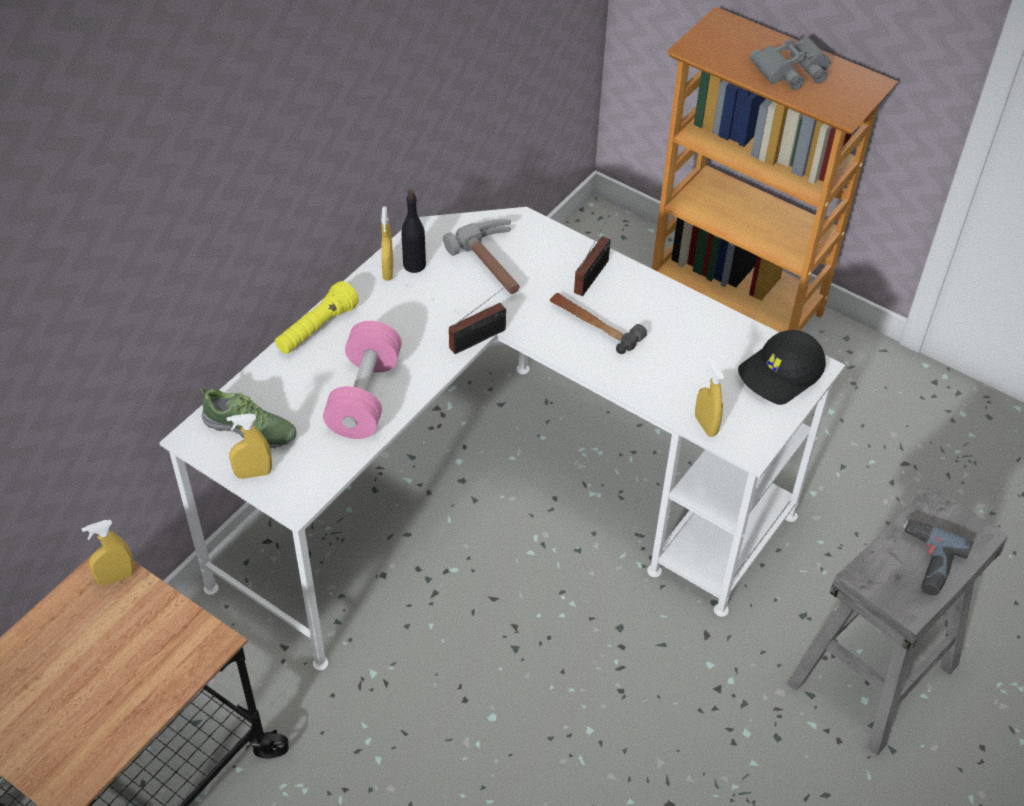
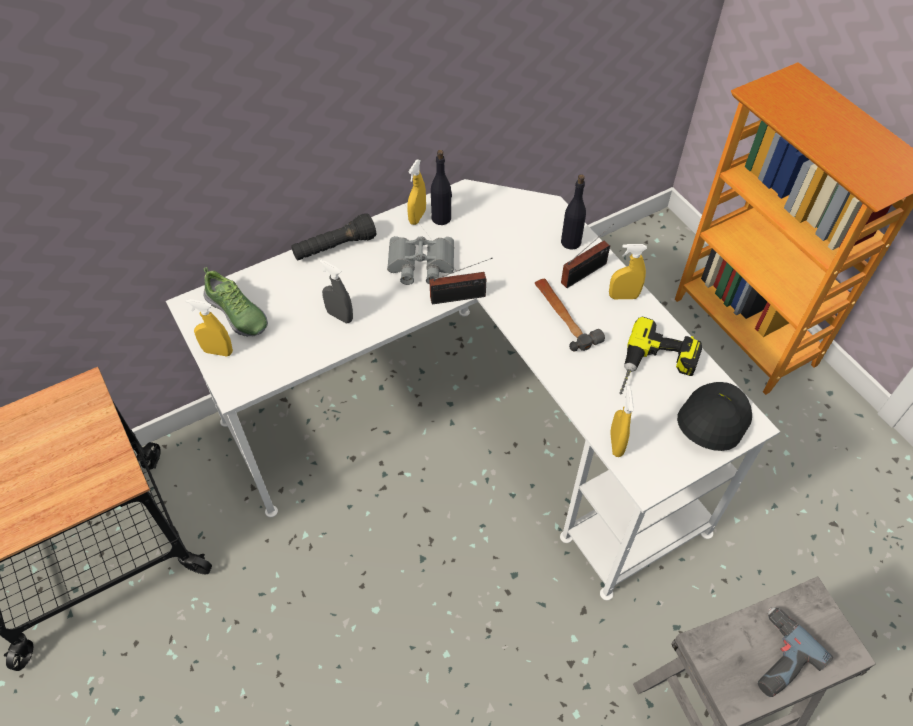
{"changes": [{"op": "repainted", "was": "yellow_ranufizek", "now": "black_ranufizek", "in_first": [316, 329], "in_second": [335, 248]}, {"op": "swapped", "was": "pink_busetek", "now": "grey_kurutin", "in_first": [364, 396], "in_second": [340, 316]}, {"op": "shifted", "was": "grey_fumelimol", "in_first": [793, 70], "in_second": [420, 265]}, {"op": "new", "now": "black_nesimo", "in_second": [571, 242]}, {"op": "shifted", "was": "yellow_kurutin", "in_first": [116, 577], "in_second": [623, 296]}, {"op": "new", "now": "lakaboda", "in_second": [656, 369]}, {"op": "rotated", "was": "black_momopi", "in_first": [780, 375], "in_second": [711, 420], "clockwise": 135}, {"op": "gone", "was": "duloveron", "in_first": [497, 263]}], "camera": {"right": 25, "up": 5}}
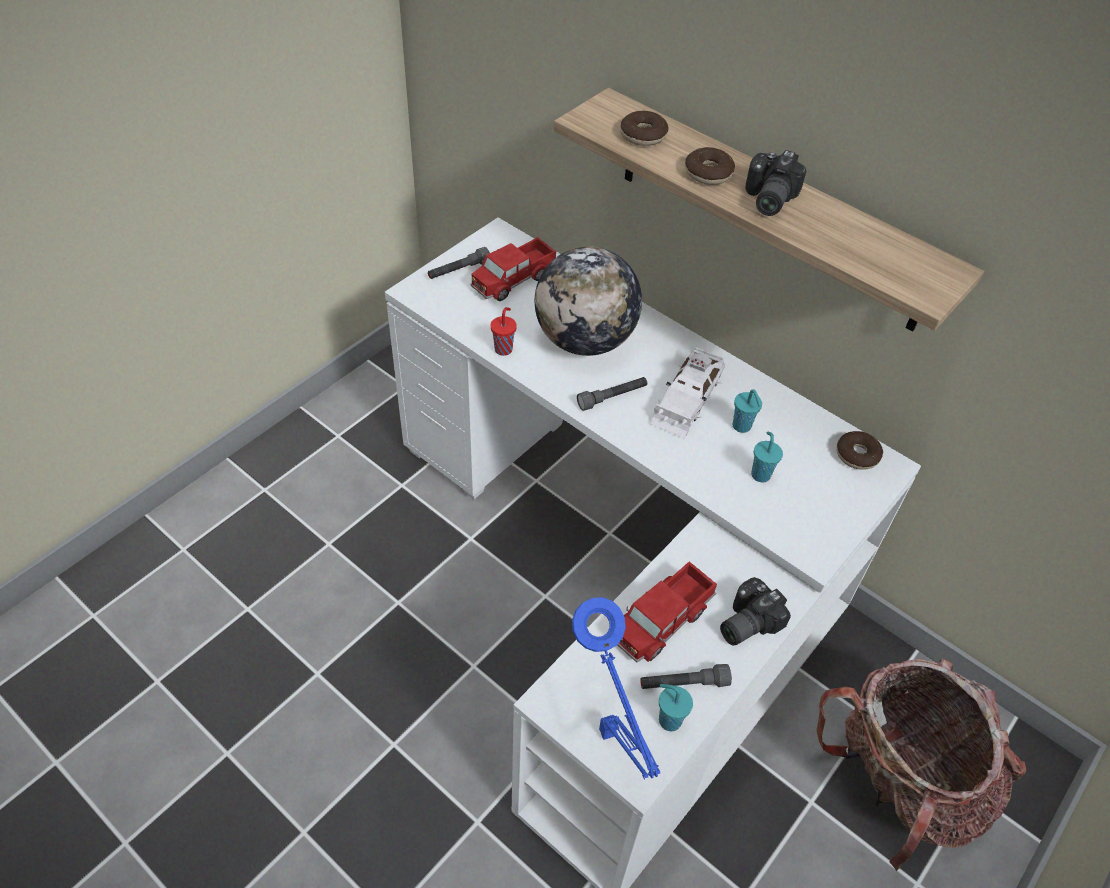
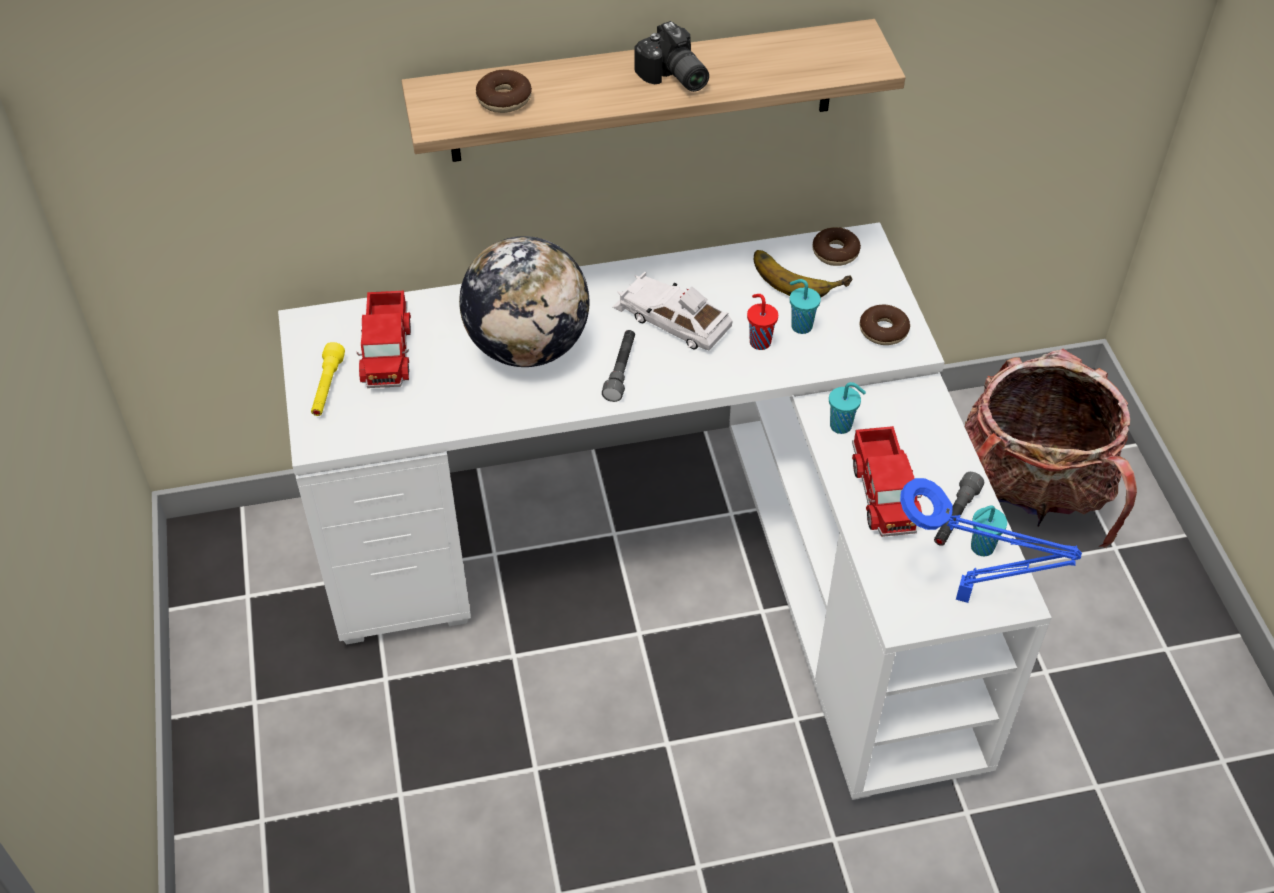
{"changes": [{"op": "repainted", "was": "grey_ranufizek", "now": "yellow_ranufizek", "in_first": [458, 271], "in_second": [327, 387]}, {"op": "rotated", "was": "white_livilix", "in_first": [687, 398], "in_second": [671, 320], "clockwise": 150}, {"op": "shifted", "was": "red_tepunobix", "in_first": [504, 349], "in_second": [759, 341]}, {"op": "new", "now": "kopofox", "in_second": [798, 274]}, {"op": "shifted", "was": "turquoise_tepunobix", "in_first": [742, 427], "in_second": [842, 426]}, {"op": "shifted", "was": "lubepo", "in_first": [708, 173], "in_second": [883, 331]}, {"op": "gone", "was": "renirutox", "in_first": [745, 621]}], "camera": {"right": -50, "up": 0}}
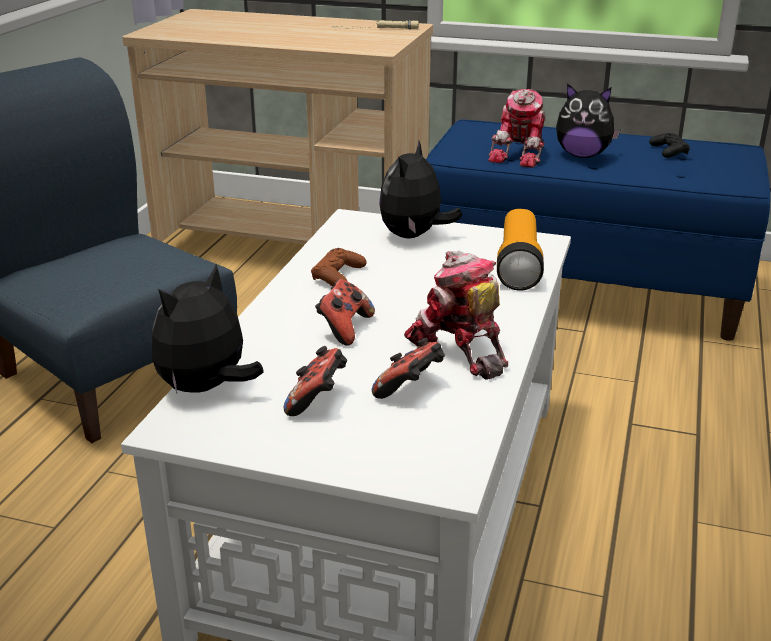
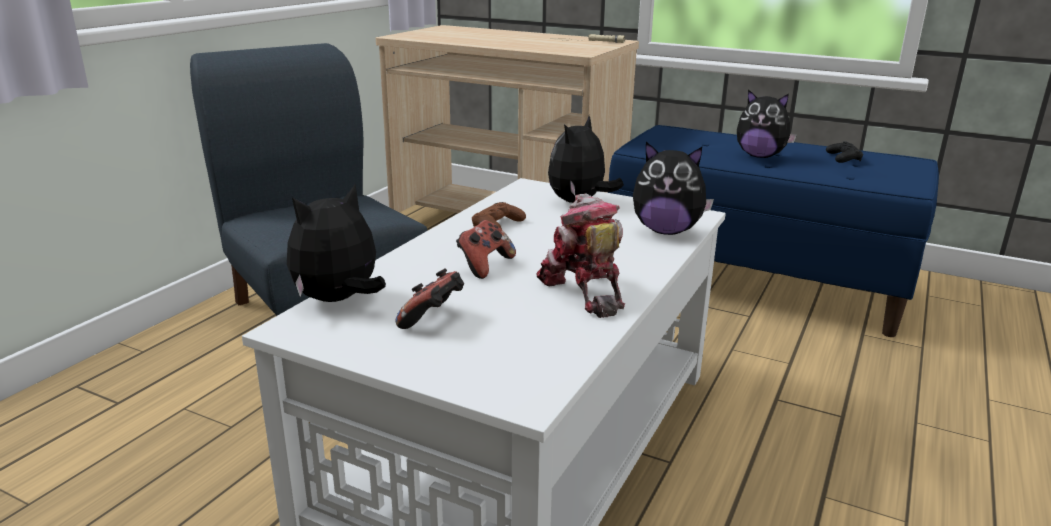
{"changes": [{"op": "swapped", "was": "ranufizek", "now": "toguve", "in_first": [518, 265], "in_second": [666, 231]}, {"op": "gone", "was": "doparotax", "in_first": [410, 389]}, {"op": "gone", "was": "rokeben", "in_first": [522, 155]}], "camera": {"right": 10, "up": -5}}
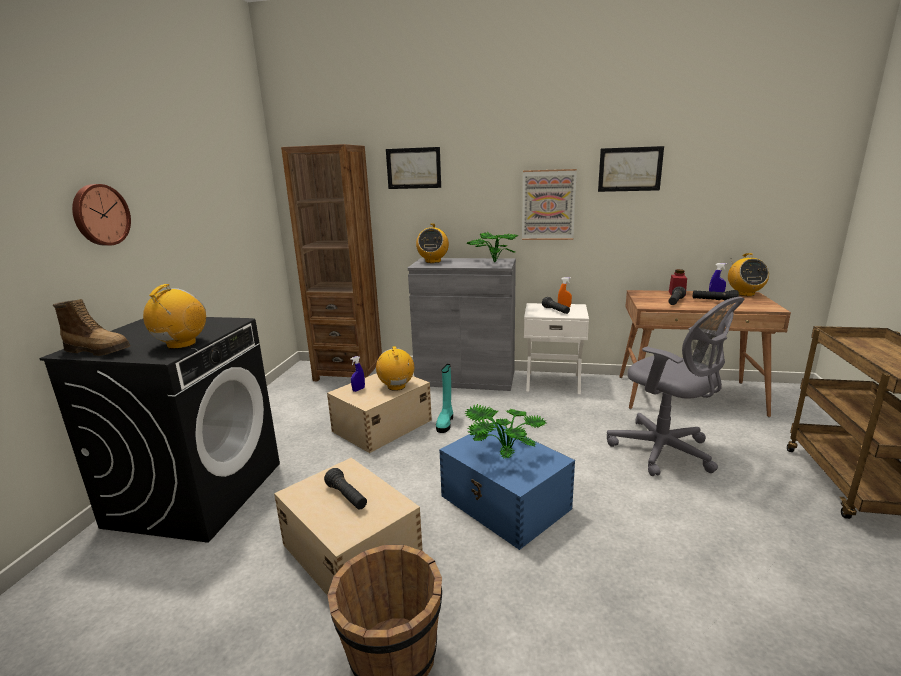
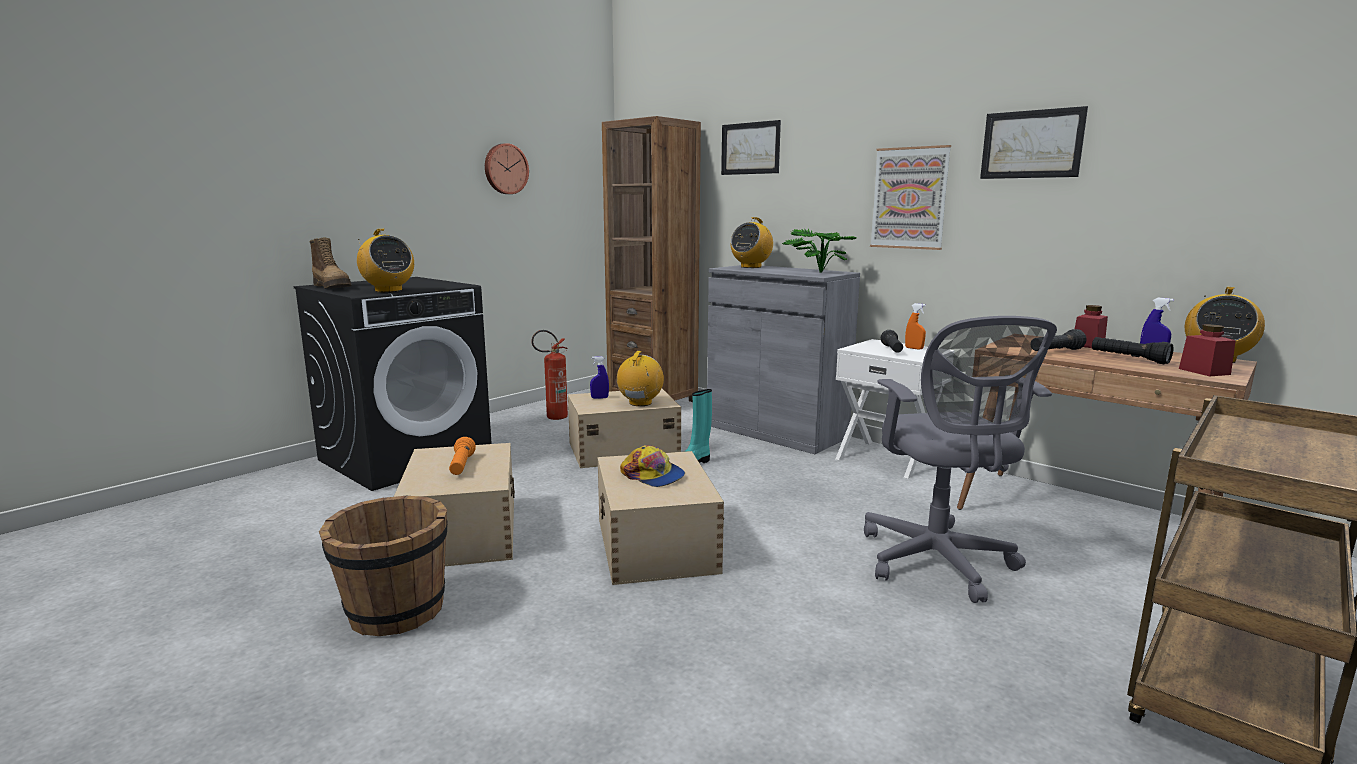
{"changes": [{"op": "rotated", "was": "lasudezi", "in_first": [181, 344], "in_second": [388, 290], "clockwise": 90}, {"op": "repainted", "was": "black_ranufizek", "now": "orange_ranufizek", "in_first": [347, 497], "in_second": [461, 466]}, {"op": "shifted", "was": "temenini", "in_first": [100, 215], "in_second": [505, 169]}, {"op": "new", "now": "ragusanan", "in_second": [552, 418]}, {"op": "repainted", "was": "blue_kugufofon", "now": "beige_kugufofon", "in_first": [505, 503], "in_second": [655, 545]}, {"op": "swapped", "was": "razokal", "now": "momopi", "in_first": [502, 453], "in_second": [653, 476]}, {"op": "new", "now": "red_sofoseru", "in_second": [1204, 371]}], "camera": {"right": 30, "up": -5}}
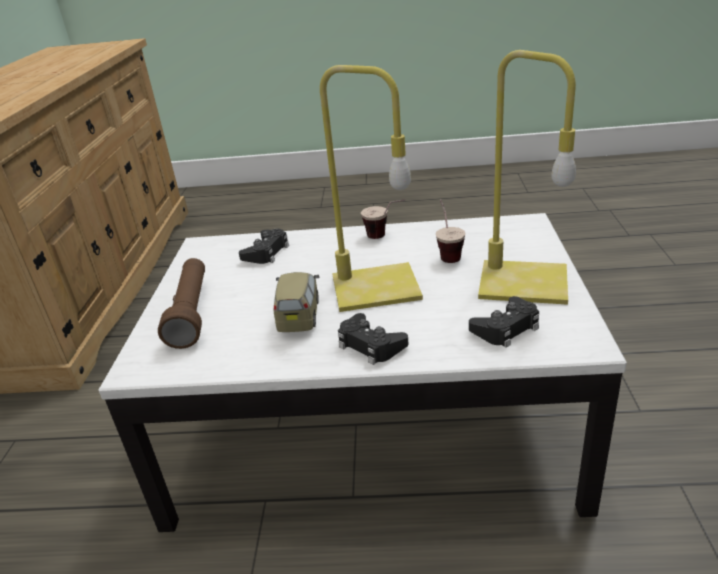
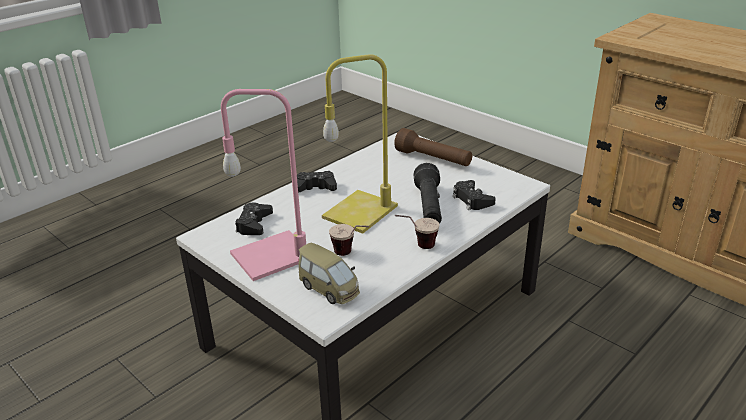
{"changes": [{"op": "repainted", "was": "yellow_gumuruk", "now": "pink_gumuruk", "in_first": [520, 283], "in_second": [273, 254]}, {"op": "shifted", "was": "livilix", "in_first": [299, 315], "in_second": [329, 289]}, {"op": "new", "now": "black_ranufizek", "in_second": [429, 207]}], "camera": {"right": 130, "up": 0}}
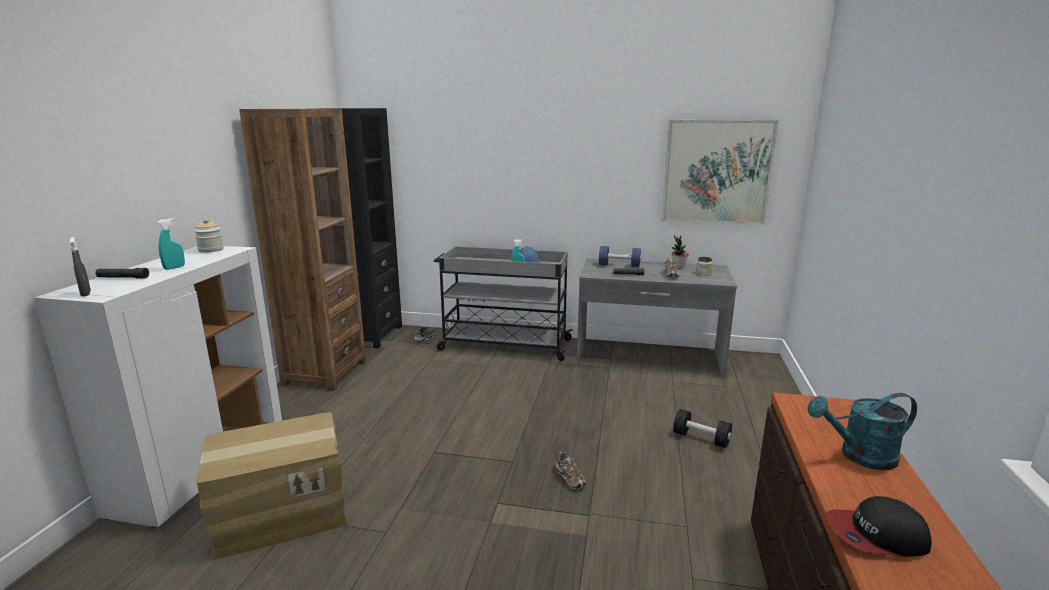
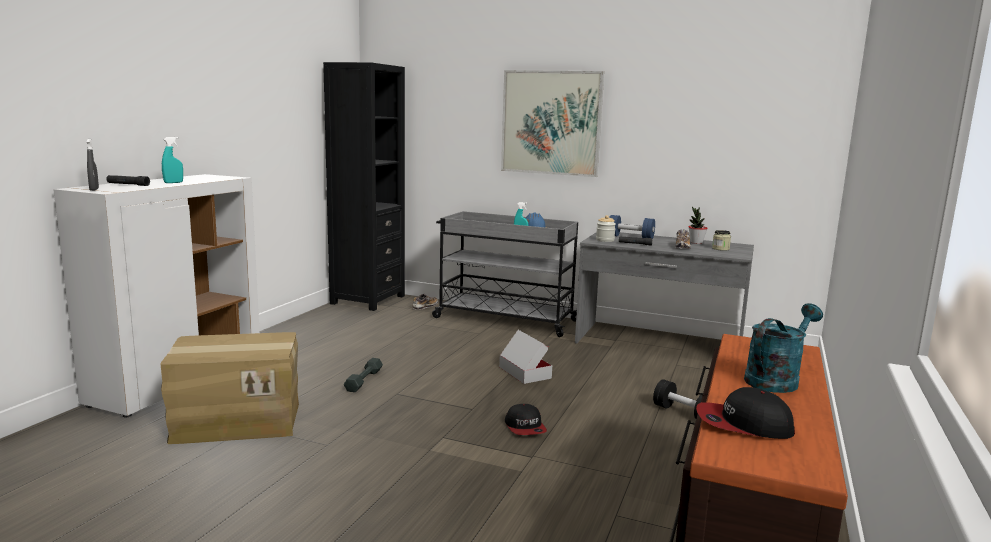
{"changes": [{"op": "new", "now": "grey_busetek", "in_second": [363, 380]}, {"op": "new", "now": "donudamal", "in_second": [524, 372]}, {"op": "shifted", "was": "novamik", "in_first": [716, 172], "in_second": [551, 123]}, {"op": "swapped", "was": "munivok", "now": "momopi", "in_first": [570, 478], "in_second": [525, 427]}, {"op": "shifted", "was": "sofoseru", "in_first": [211, 250], "in_second": [605, 240]}, {"op": "rotated", "was": "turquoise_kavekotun", "in_first": [859, 456], "in_second": [776, 379], "clockwise": 135}, {"op": "gone", "was": "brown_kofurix", "in_first": [324, 373]}], "camera": {"right": 10, "up": -5}}
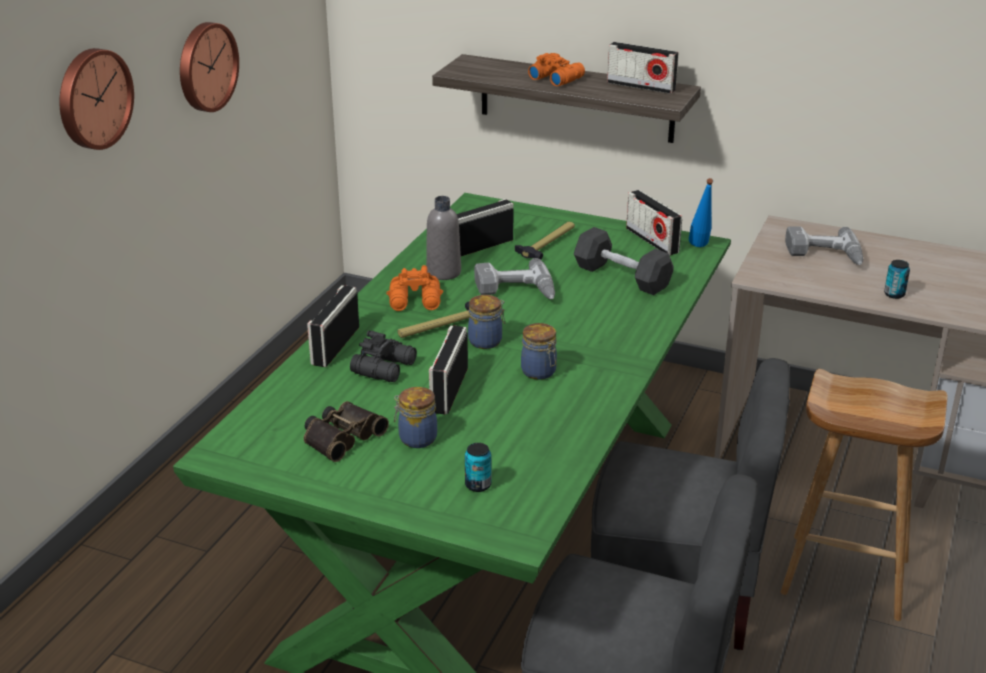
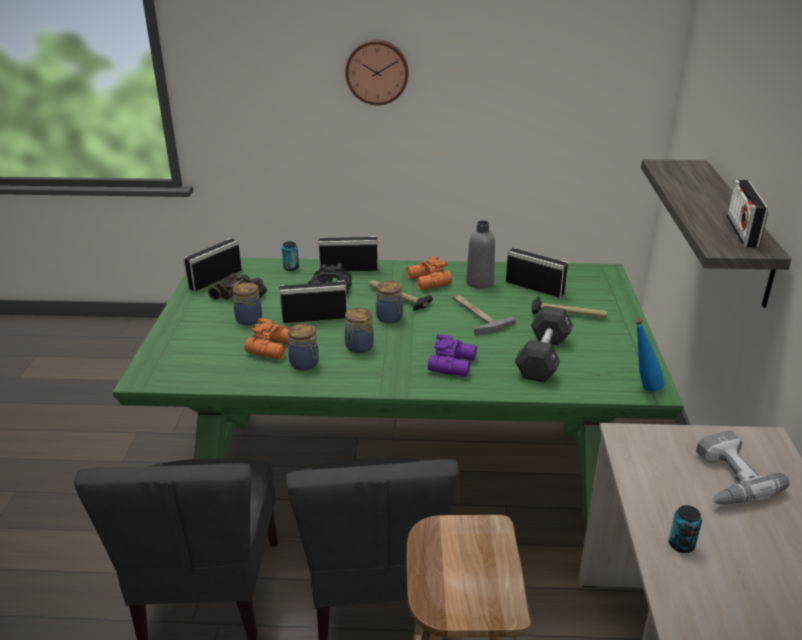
{"changes": [{"op": "shifted", "was": "lasudezi", "in_first": [652, 240], "in_second": [215, 279]}, {"op": "shifted", "was": "orange_fumelimol", "in_first": [556, 78], "in_second": [274, 347]}, {"op": "shifted", "was": "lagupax", "in_first": [478, 485], "in_second": [291, 267]}, {"op": "new", "now": "sofoseru", "in_second": [305, 364]}, {"op": "new", "now": "purple_fumelimol", "in_second": [454, 364]}, {"op": "swapped", "was": "lakaboda", "now": "duloveron", "in_first": [516, 291], "in_second": [475, 315]}, {"op": "gone", "was": "temenini", "in_first": [205, 66]}], "camera": {"right": 70, "up": 0}}
